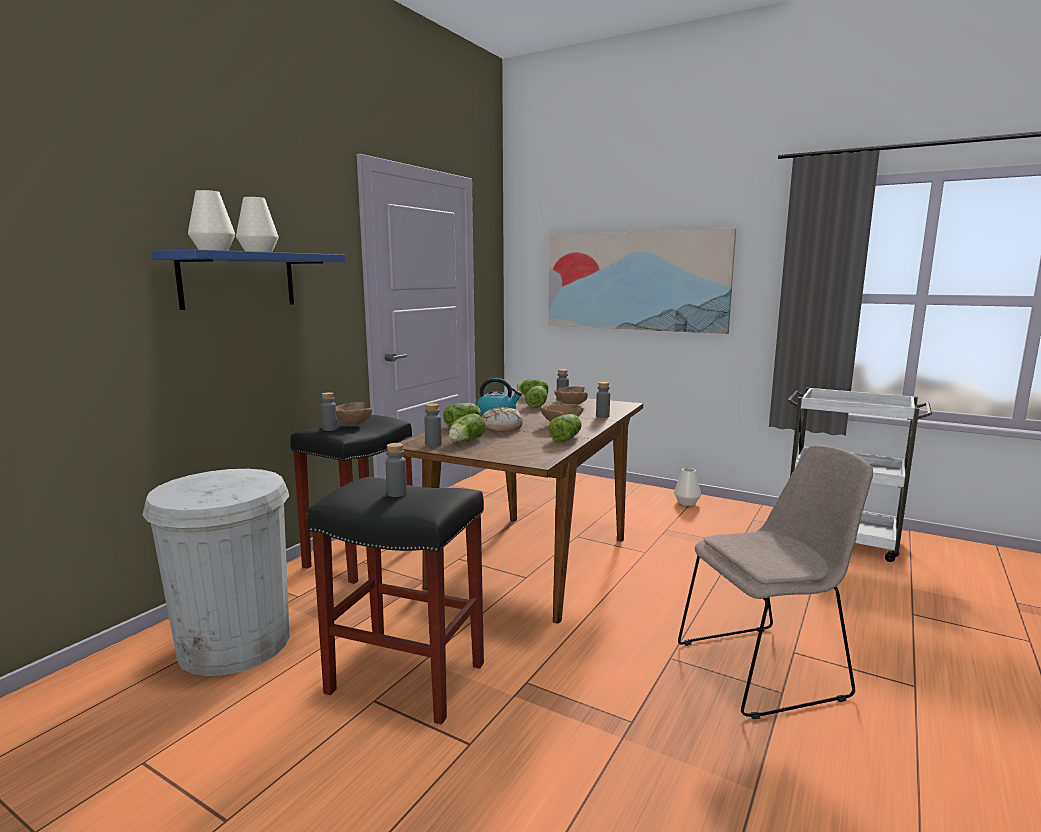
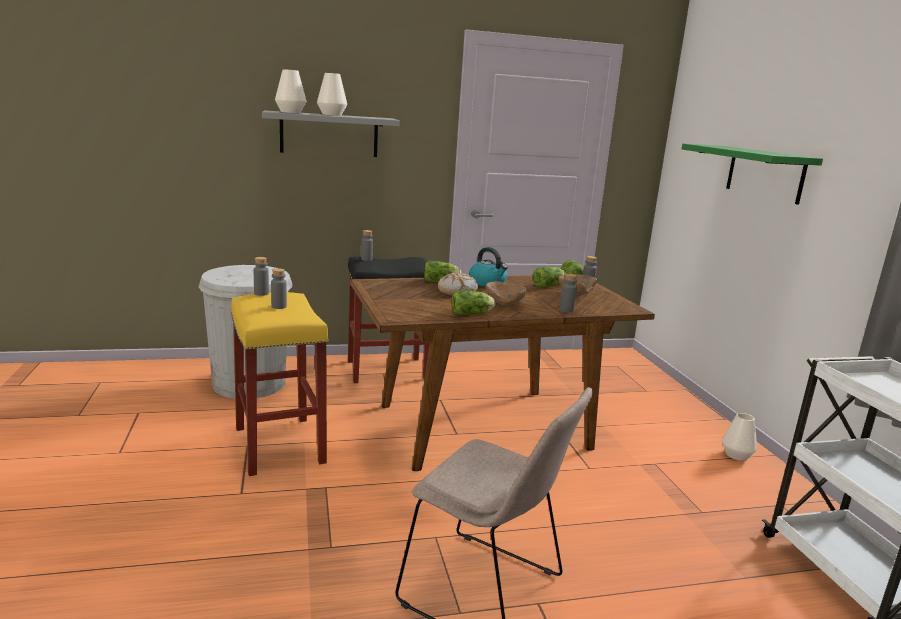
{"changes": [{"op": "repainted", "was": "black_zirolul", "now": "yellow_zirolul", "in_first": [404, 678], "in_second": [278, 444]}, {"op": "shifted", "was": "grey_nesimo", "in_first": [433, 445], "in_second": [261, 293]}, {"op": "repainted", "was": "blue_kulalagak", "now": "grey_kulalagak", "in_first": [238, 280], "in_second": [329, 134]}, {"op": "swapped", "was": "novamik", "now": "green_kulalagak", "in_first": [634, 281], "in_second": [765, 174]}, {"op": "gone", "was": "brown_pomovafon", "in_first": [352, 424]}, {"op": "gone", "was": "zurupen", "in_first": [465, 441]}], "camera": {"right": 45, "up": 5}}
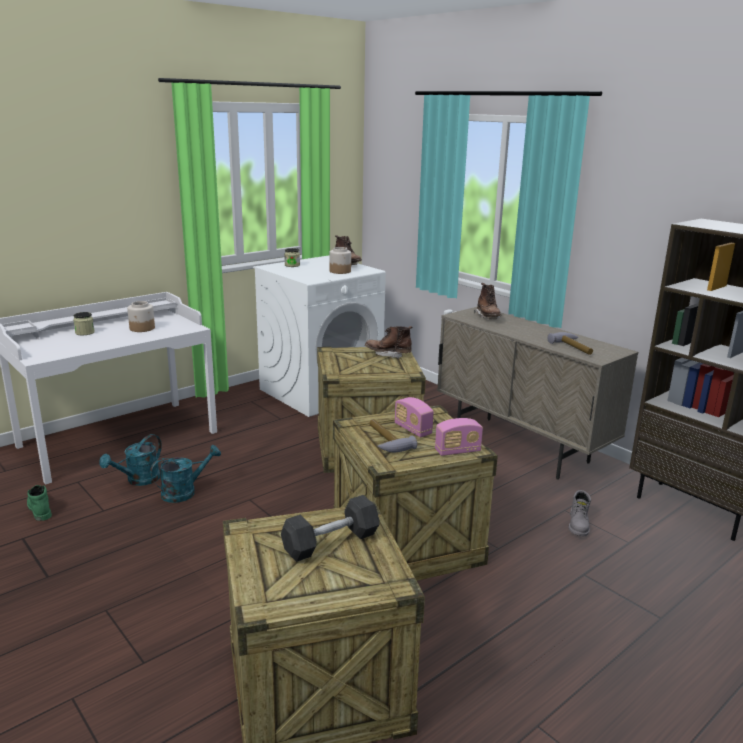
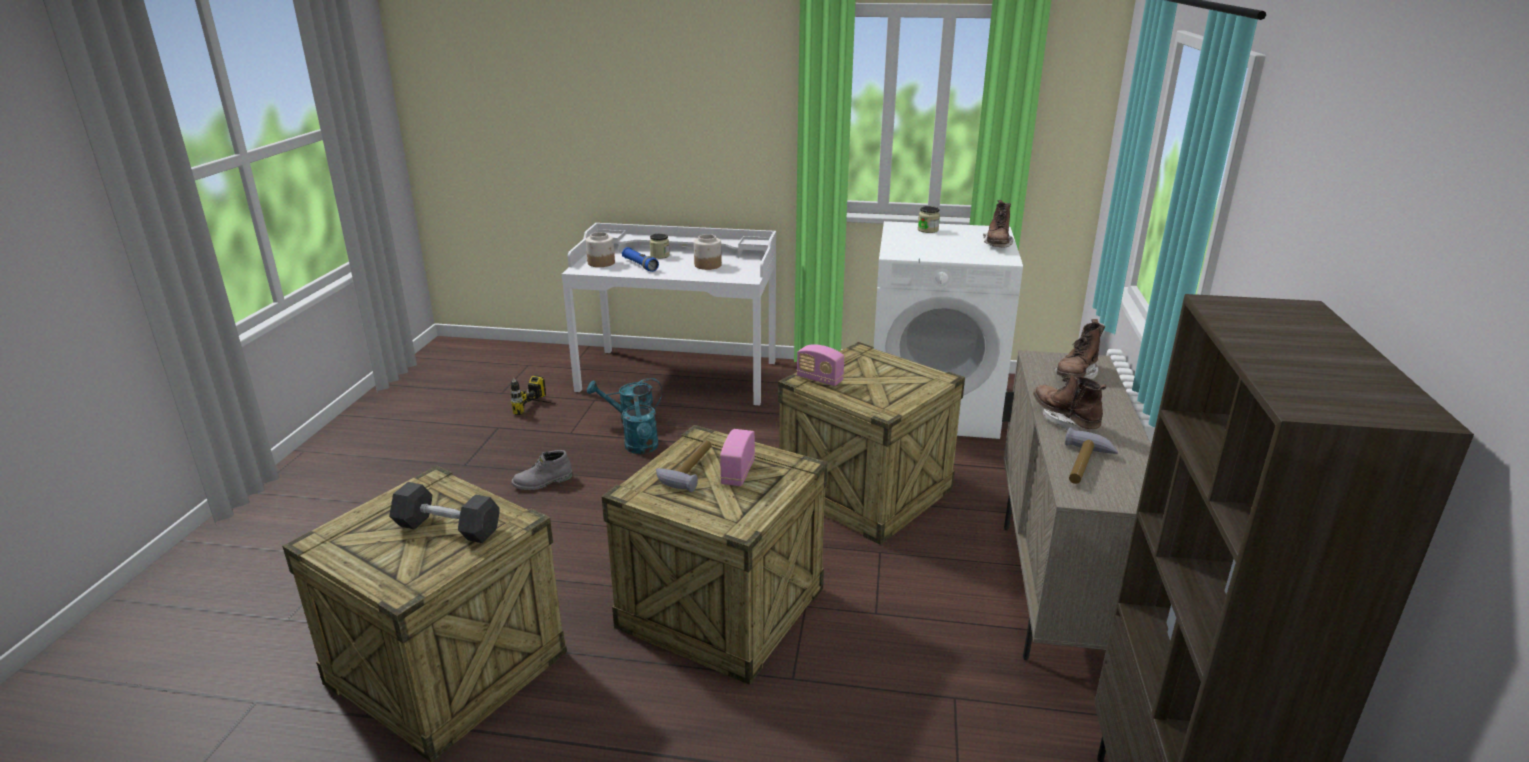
{"changes": [{"op": "swapped", "was": "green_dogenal", "now": "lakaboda", "in_first": [39, 508], "in_second": [541, 409]}, {"op": "shifted", "was": "grey_dogenal", "in_first": [579, 525], "in_second": [542, 482]}, {"op": "shifted", "was": "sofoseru", "in_first": [340, 271], "in_second": [601, 263]}, {"op": "new", "now": "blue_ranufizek", "in_second": [640, 265]}, {"op": "rotated", "was": "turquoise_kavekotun", "in_first": [184, 492], "in_second": [642, 448], "clockwise": 60}, {"op": "shifted", "was": "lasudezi", "in_first": [457, 451], "in_second": [819, 379]}, {"op": "shifted", "was": "brown_dogenal", "in_first": [388, 354], "in_second": [1064, 420]}], "camera": {"right": 50, "up": 5}}
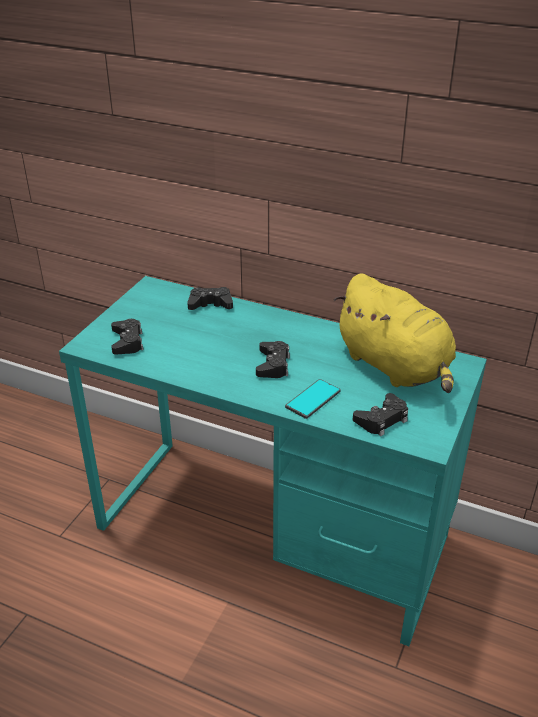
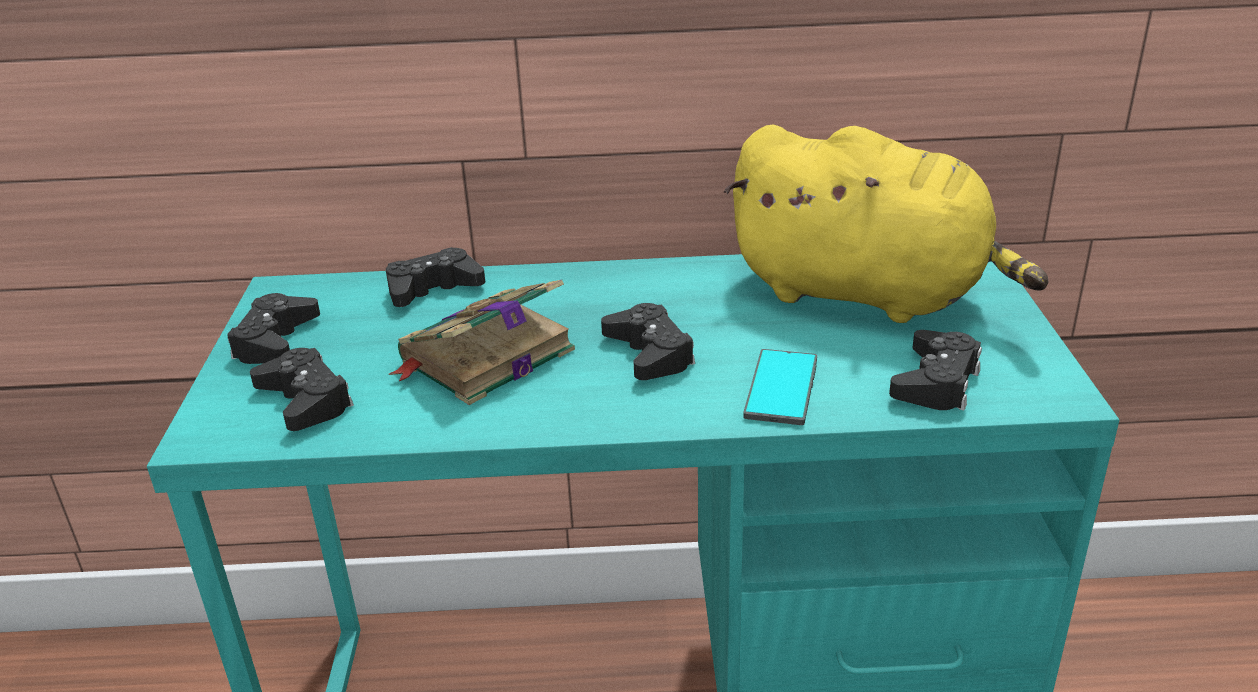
{"changes": [{"op": "new", "now": "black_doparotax", "in_second": [275, 341]}, {"op": "new", "now": "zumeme", "in_second": [484, 358]}], "camera": {"right": -25, "up": -5}}
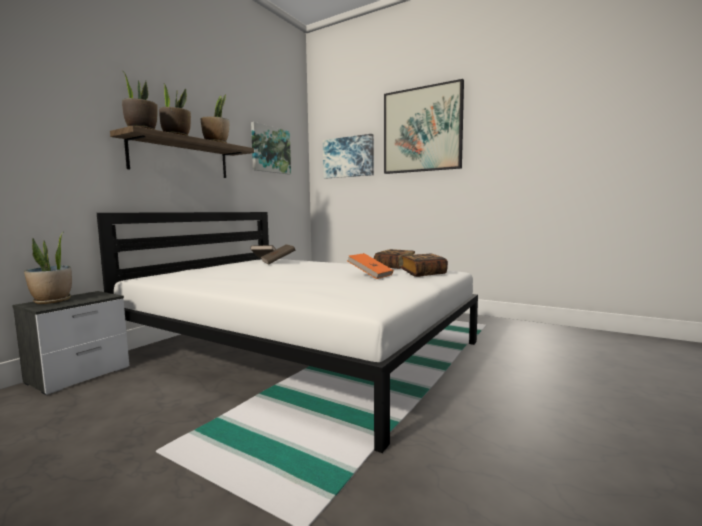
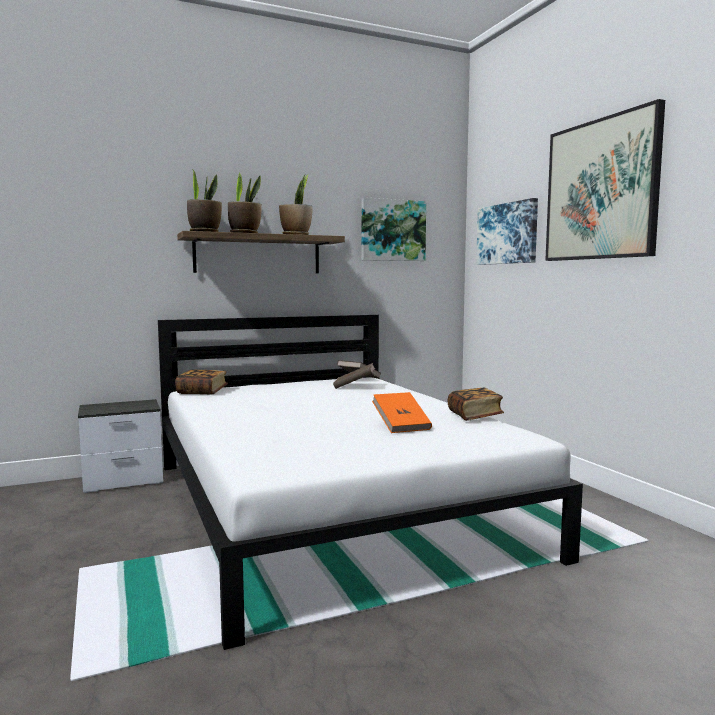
{"changes": [{"op": "shifted", "was": "zumeme", "in_first": [423, 274], "in_second": [202, 392]}, {"op": "gone", "was": "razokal", "in_first": [52, 301]}], "camera": {"right": 35, "up": 0}}
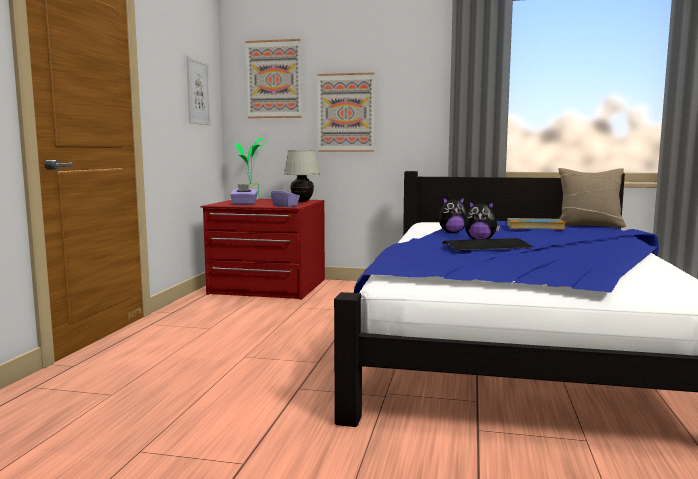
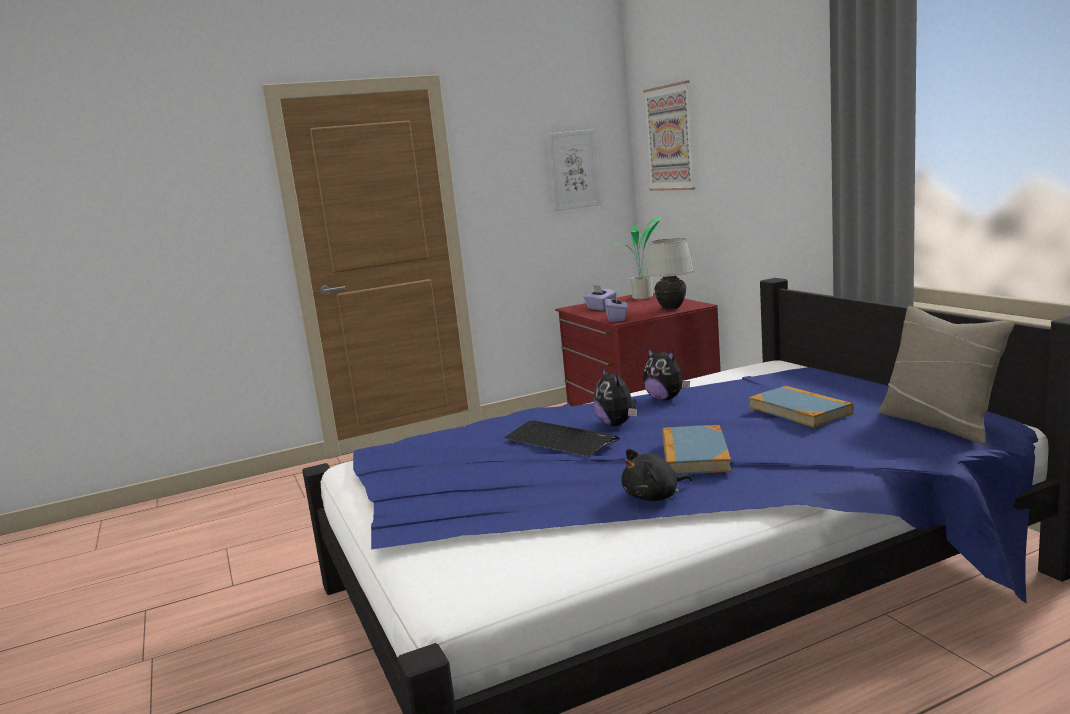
{"changes": [{"op": "new", "now": "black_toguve", "in_second": [654, 497]}, {"op": "new", "now": "zumeme", "in_second": [694, 454]}, {"op": "gone", "was": "novamik", "in_first": [346, 113]}], "camera": {"right": 55, "up": 5}}
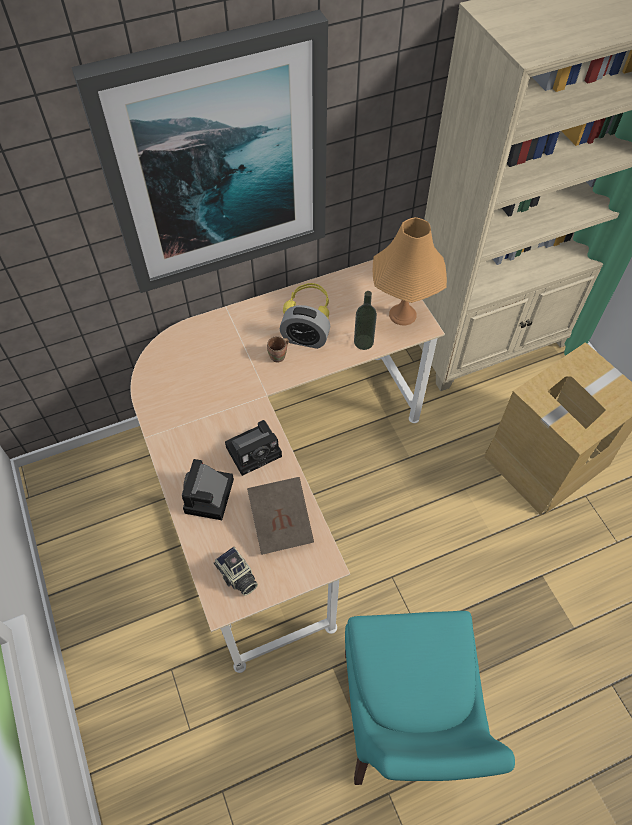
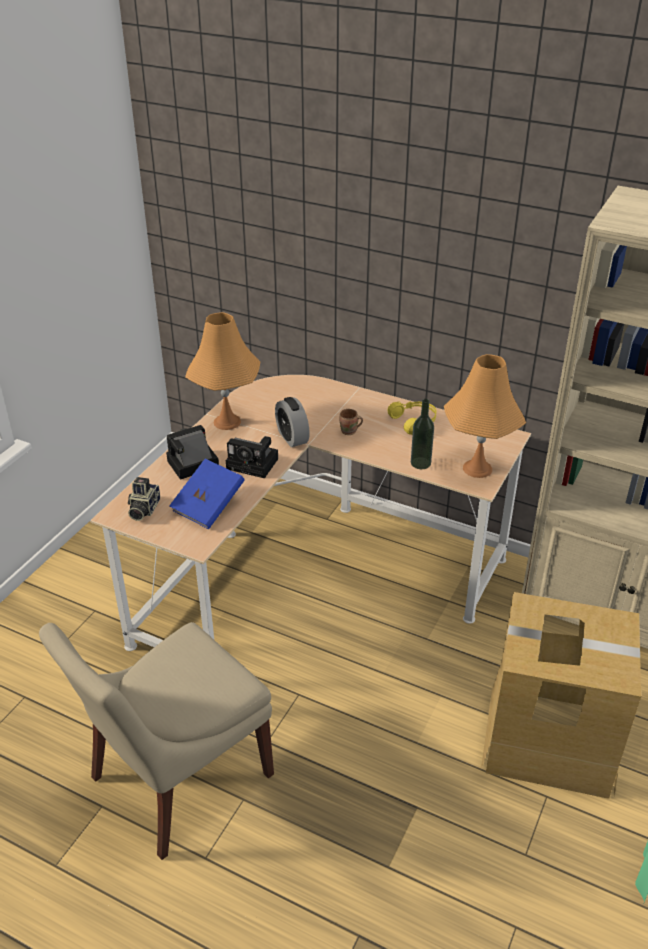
{"changes": [{"op": "repainted", "was": "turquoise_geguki", "now": "beige_geguki", "in_first": [405, 719], "in_second": [176, 780]}, {"op": "repainted", "was": "brown_zumeme", "now": "blue_zumeme", "in_first": [281, 522], "in_second": [208, 506]}, {"op": "new", "now": "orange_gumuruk", "in_second": [227, 422]}, {"op": "shifted", "was": "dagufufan", "in_first": [305, 339], "in_second": [292, 437]}, {"op": "gone", "was": "novamik", "in_first": [217, 161]}], "camera": {"right": 50, "up": -20}}
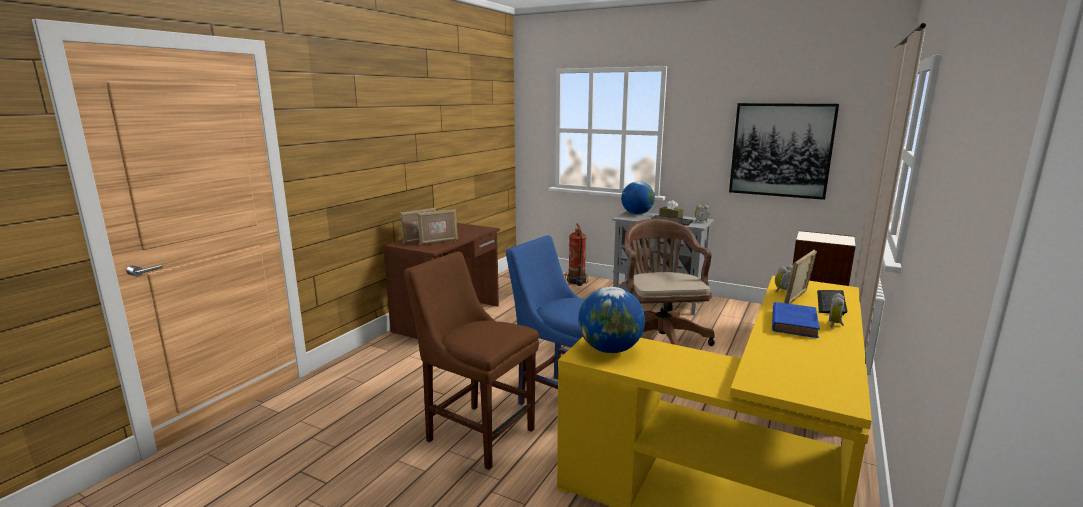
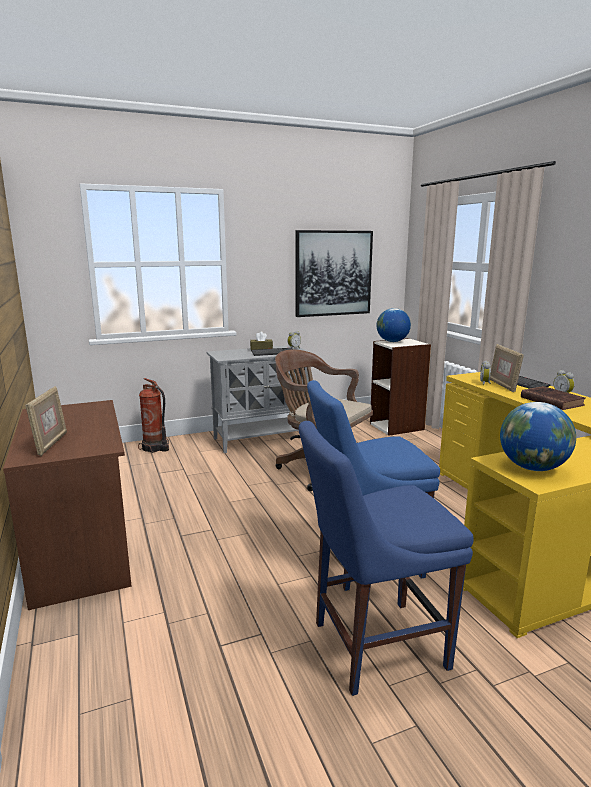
{"changes": [{"op": "repainted", "was": "brown_geguki", "now": "blue_geguki", "in_first": [477, 432], "in_second": [372, 645]}, {"op": "shifted", "was": "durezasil", "in_first": [637, 214], "in_second": [392, 341]}, {"op": "repainted", "was": "blue_zumeme", "now": "brown_zumeme", "in_first": [794, 322], "in_second": [550, 401]}, {"op": "gone", "was": "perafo", "in_first": [438, 242]}], "camera": {"right": -50, "up": 0}}
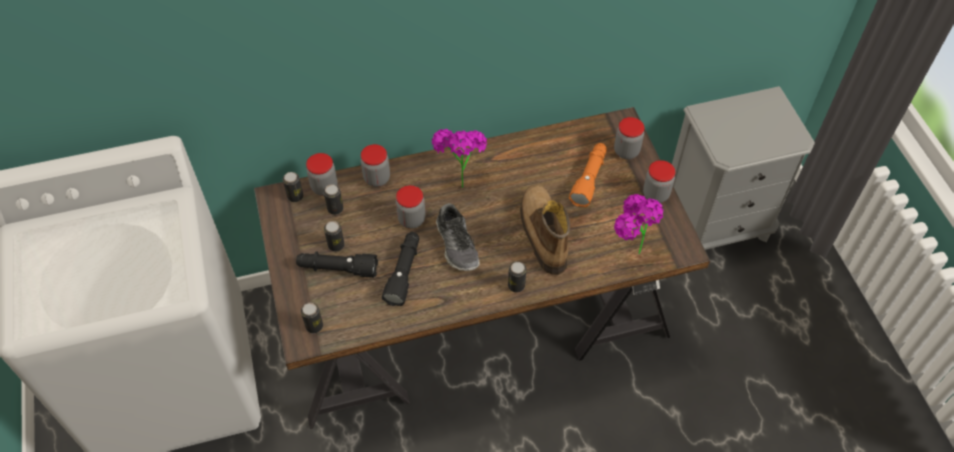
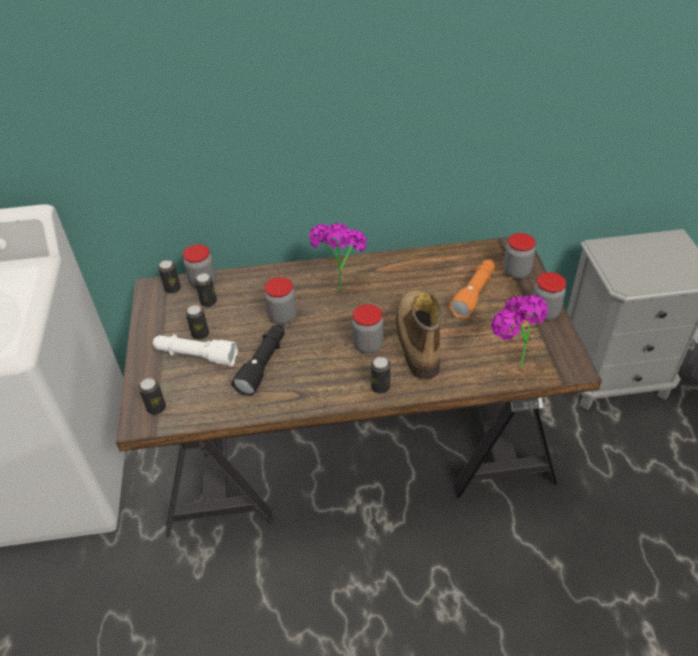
{"changes": [{"op": "repainted", "was": "black_ranufizek", "now": "white_ranufizek", "in_first": [337, 269], "in_second": [196, 356]}, {"op": "shifted", "was": "sofoseru", "in_first": [377, 178], "in_second": [368, 345]}, {"op": "gone", "was": "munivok", "in_first": [457, 245]}], "camera": {"right": 10, "up": -10}}
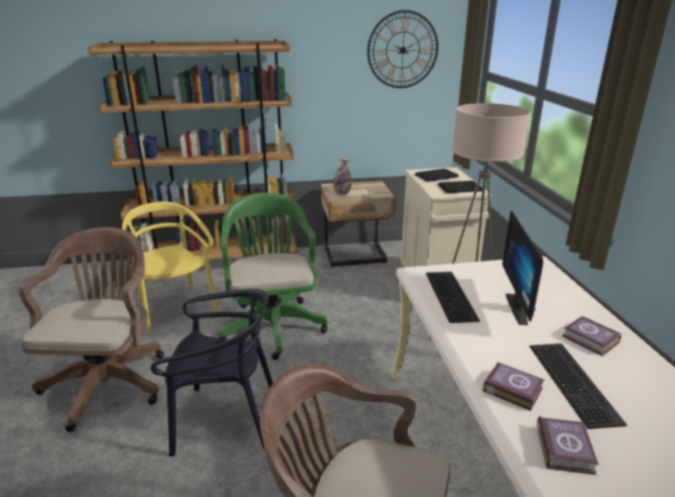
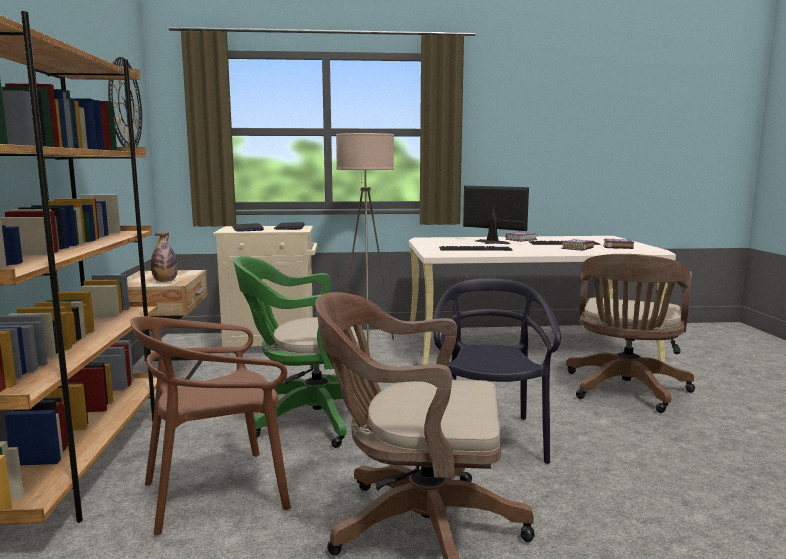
{"changes": [{"op": "repainted", "was": "yellow_geguki", "now": "brown_geguki", "in_first": [175, 307], "in_second": [217, 492]}, {"op": "rotated", "was": "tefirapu", "in_first": [523, 308], "in_second": [490, 243], "clockwise": -150}], "camera": {"right": -85, "up": -15}}
